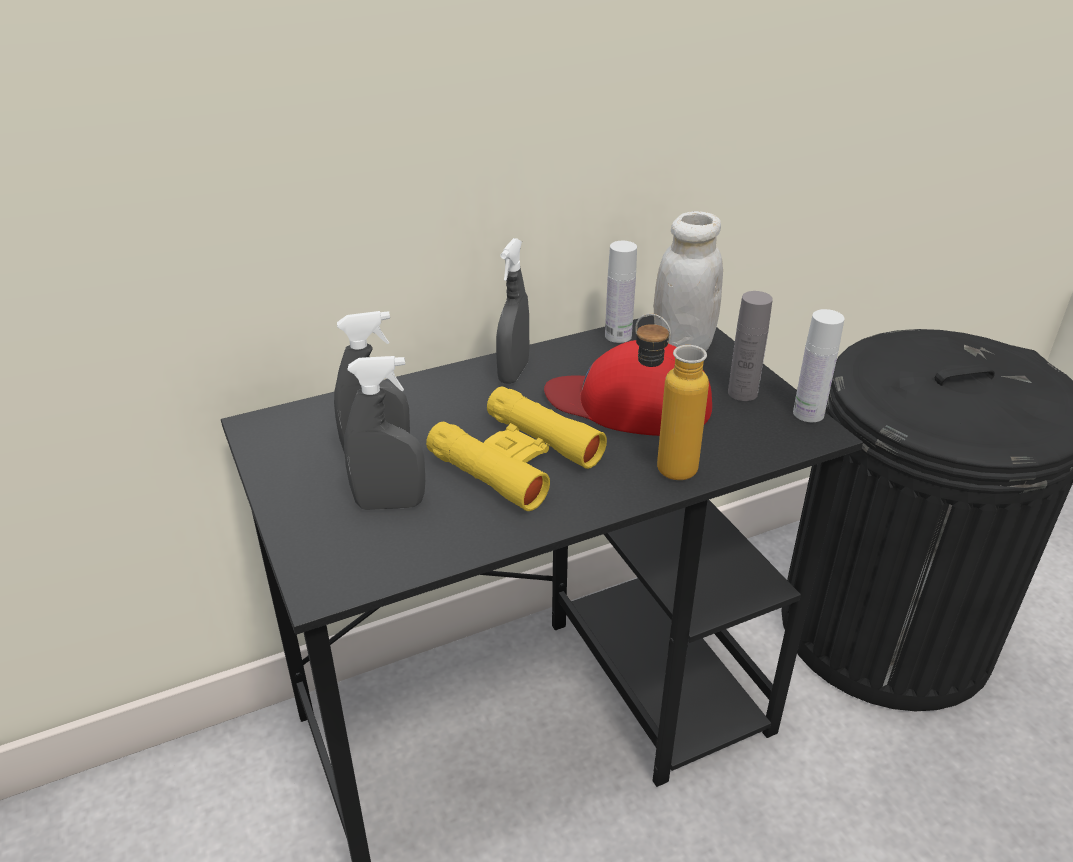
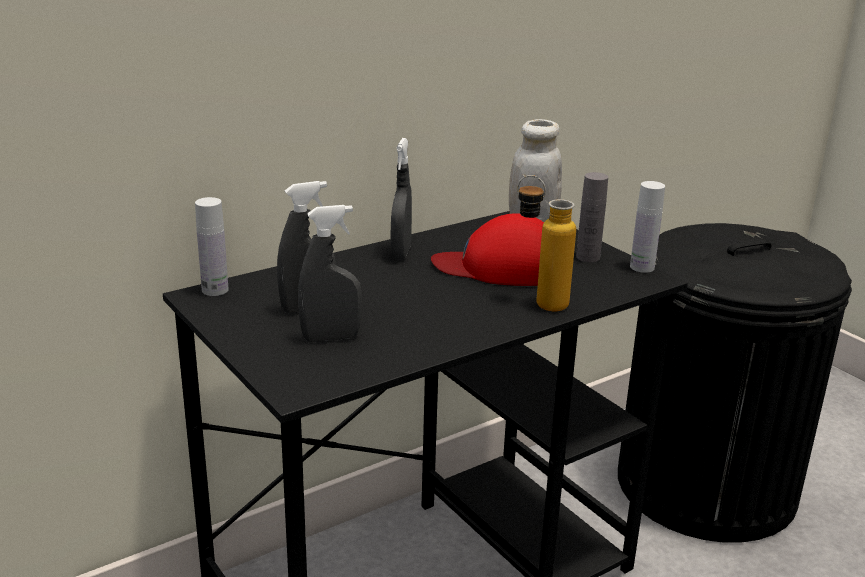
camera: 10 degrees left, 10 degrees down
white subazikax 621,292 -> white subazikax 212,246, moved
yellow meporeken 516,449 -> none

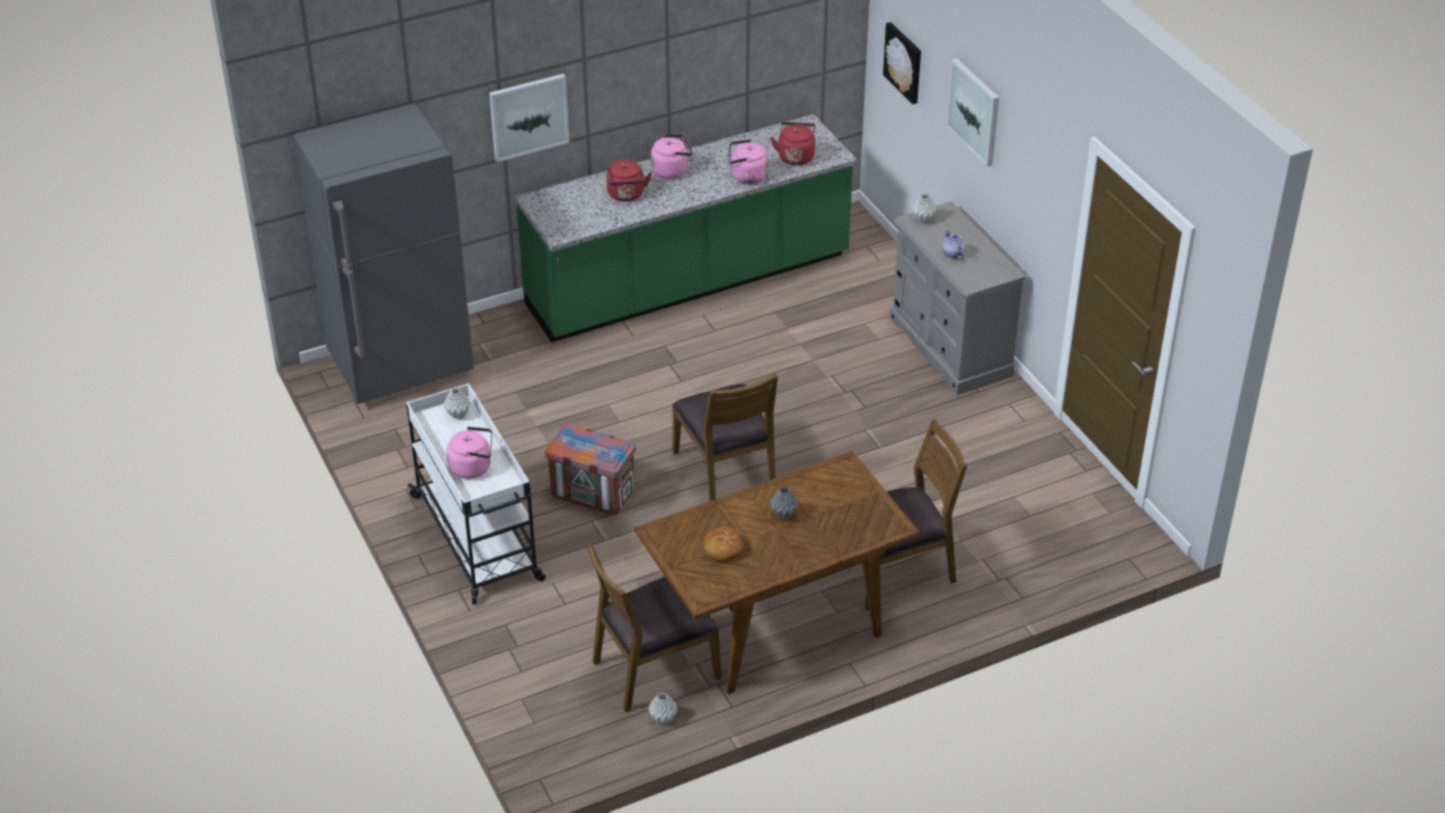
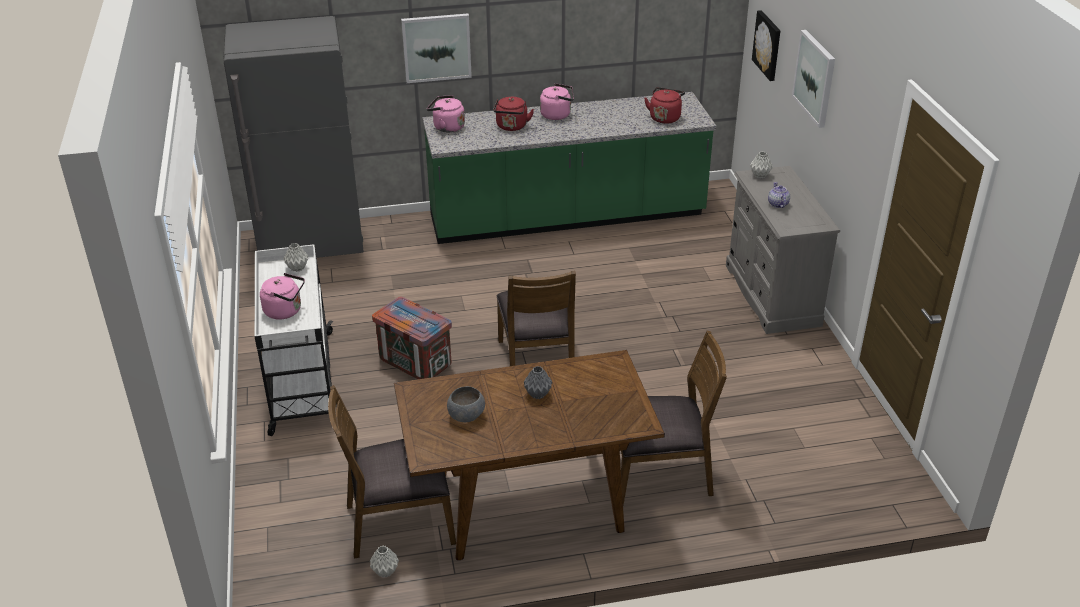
camera: 15 degrees right, 5 degrees down
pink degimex 748,161 -> pink degimex 446,114, moved
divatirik 723,544 -> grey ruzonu 466,404

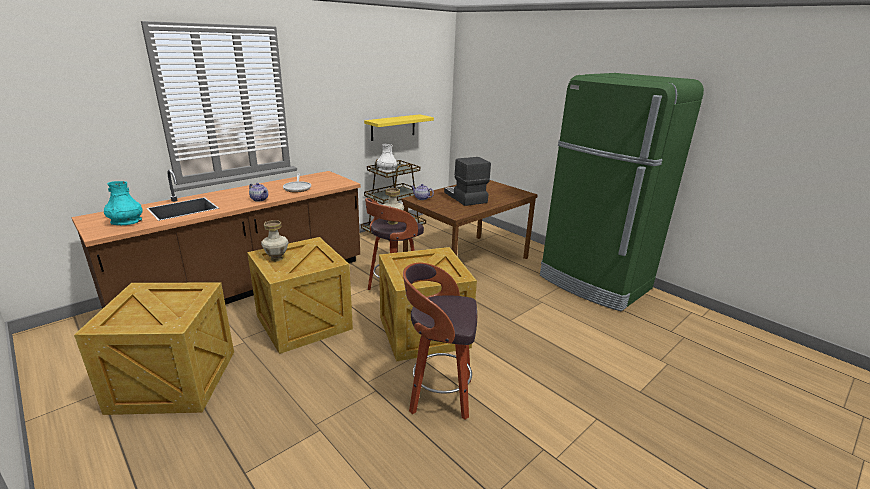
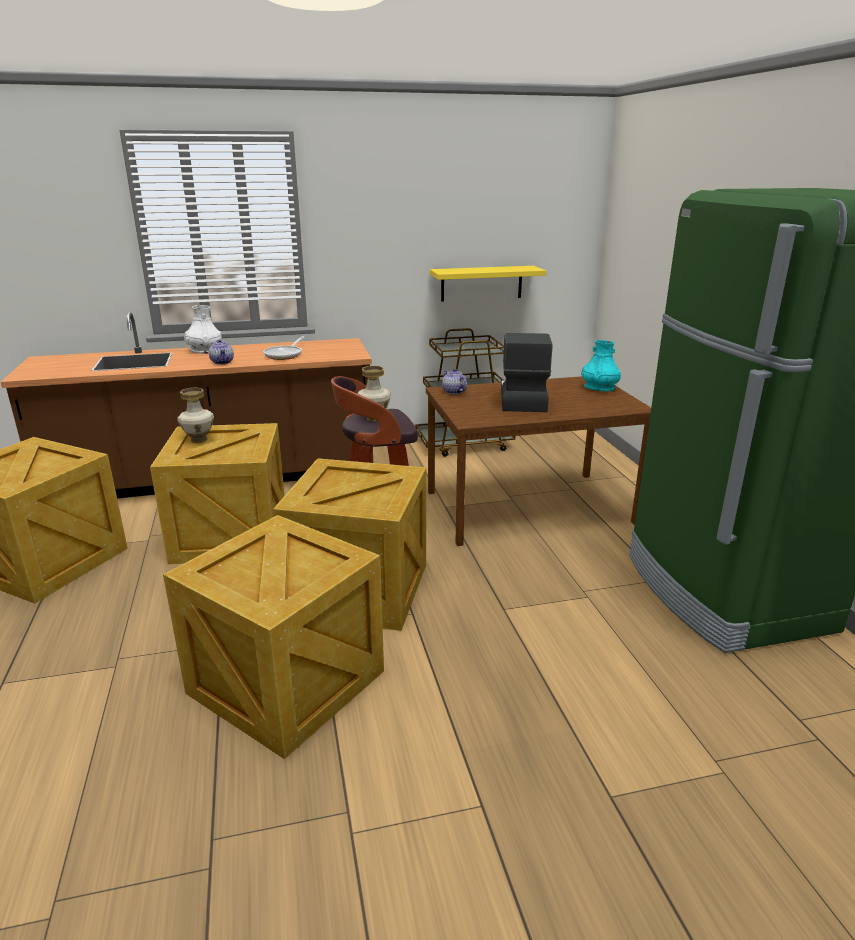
camera: 30 degrees right, 0 degrees up
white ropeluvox 386,158 -> white ropeluvox 203,329, moved
turquoise ropeluvox 123,203 -> turquoise ropeluvox 601,365, moved
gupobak 440,341 -> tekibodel 273,637

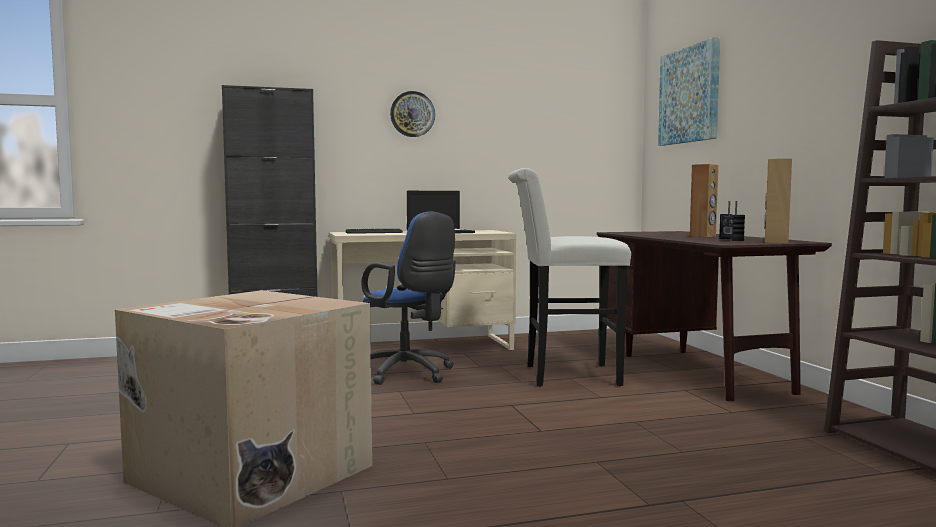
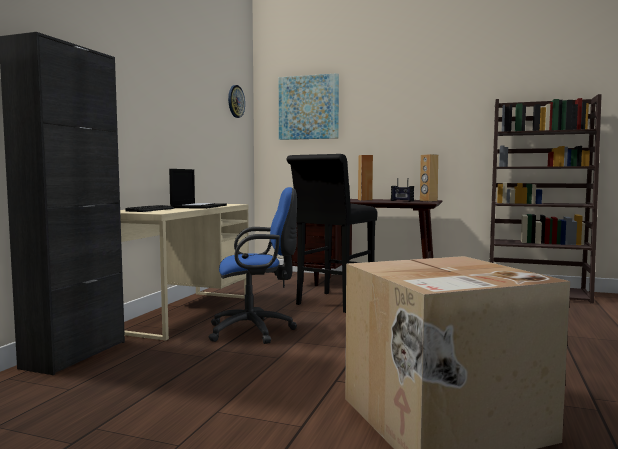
camera: 55 degrees left, 0 degrees up
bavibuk 412,114 -> bavibuk 236,101, moved
white gupobak 569,277 -> black gupobak 332,233

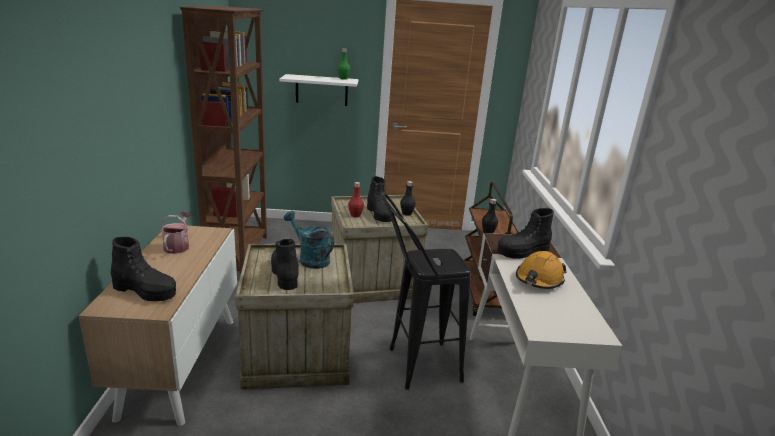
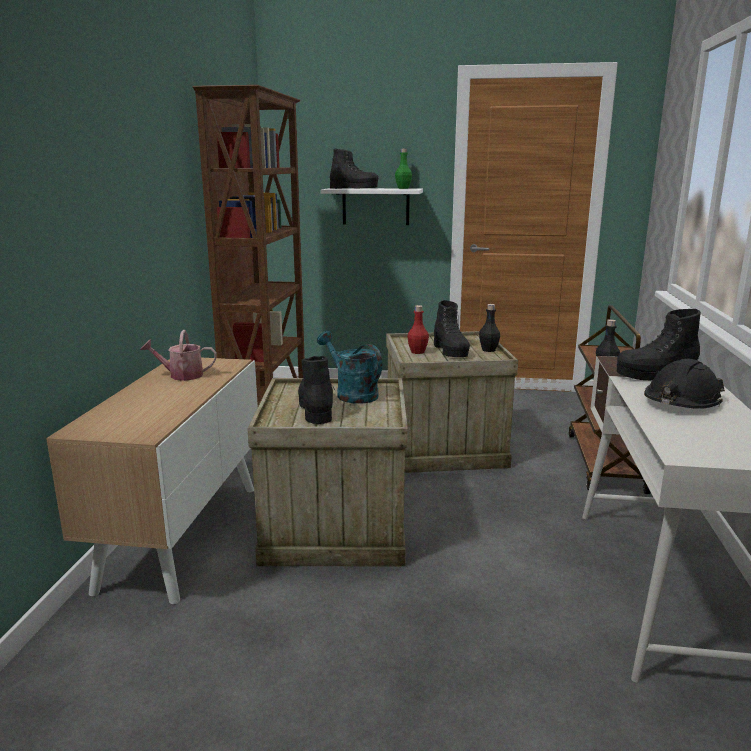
camera: 10 degrees right, 5 degrees down
black gupobak 426,291 -> none
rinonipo 175,233 -> rinonipo 178,355, 105 degrees counterclockwise
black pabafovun 143,269 -> black pabafovun 354,169, moved
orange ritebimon 541,270 -> black ritebimon 684,384

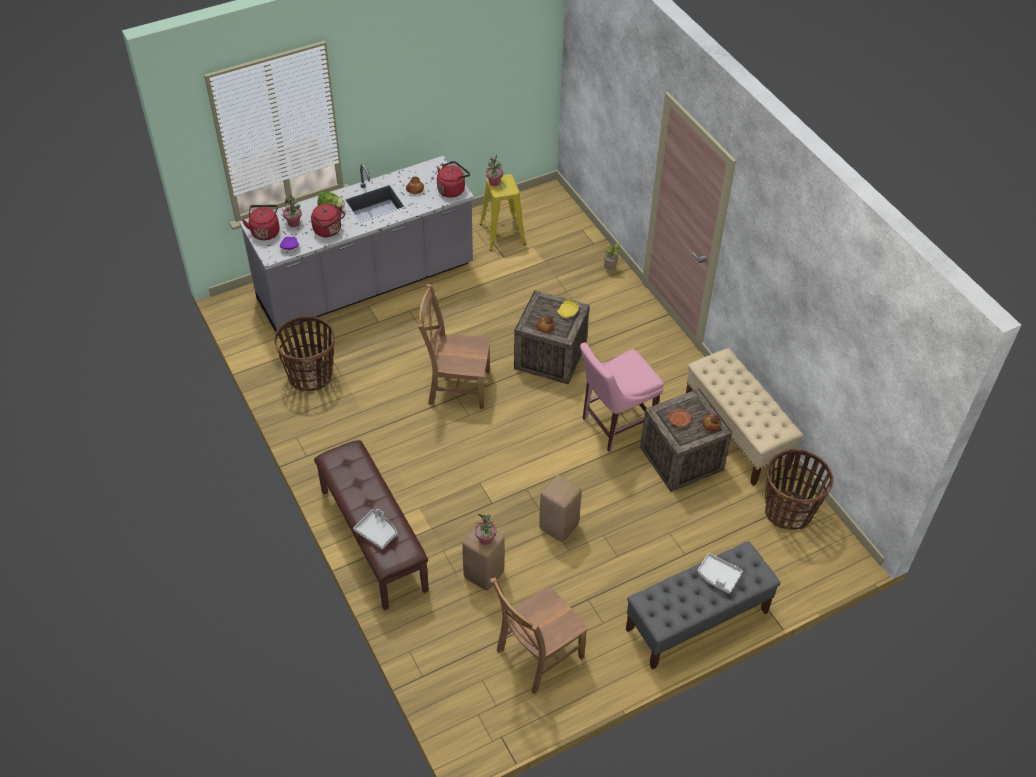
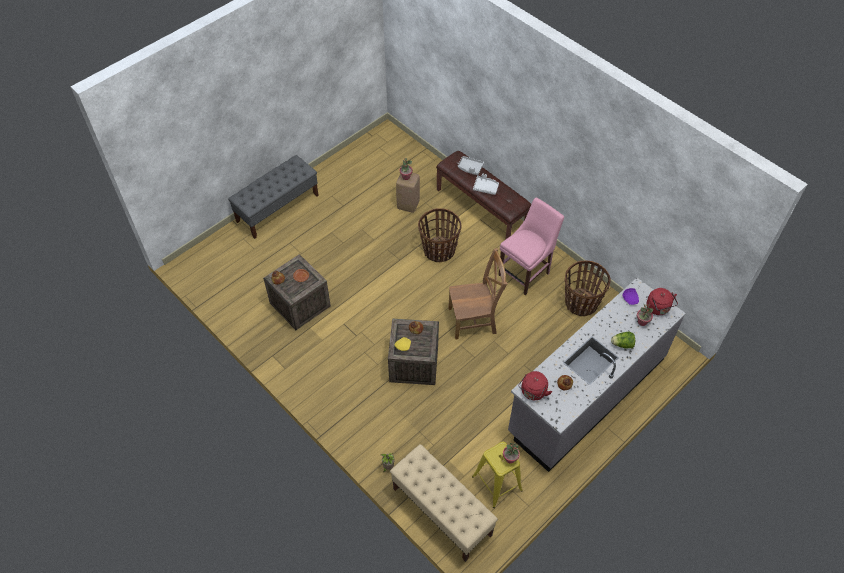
camera: 165 degrees right, 5 degrees up
red degimex 328,220 -> none
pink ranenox 622,397 -> pink ranenox 531,246, moved
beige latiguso 744,417 -> beige latiguso 444,503, moved
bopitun 799,489 -> bopitun 439,235, moved
beige gupobak 560,508 -> none
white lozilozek 720,573 -> white lozilozek 486,184, moved
brown ranenox 539,635 -> none

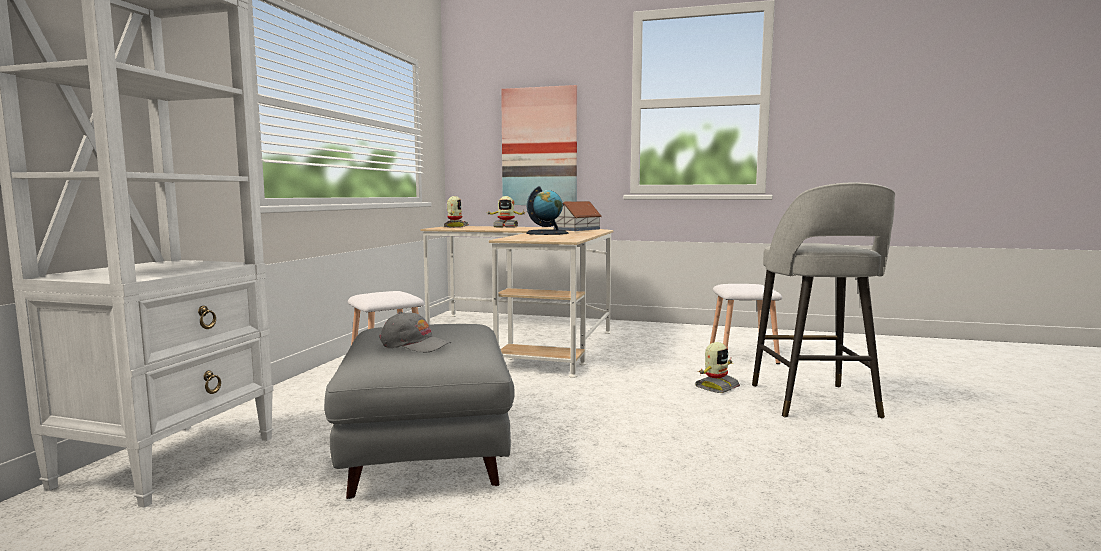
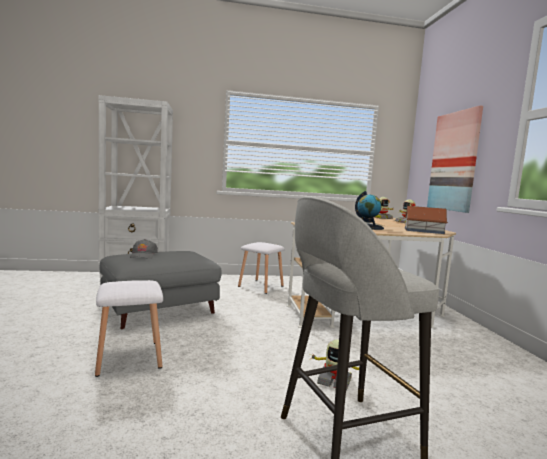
camera: 65 degrees right, 0 degrees up
white gupobak 746,324 -> white gupobak 129,328, moved

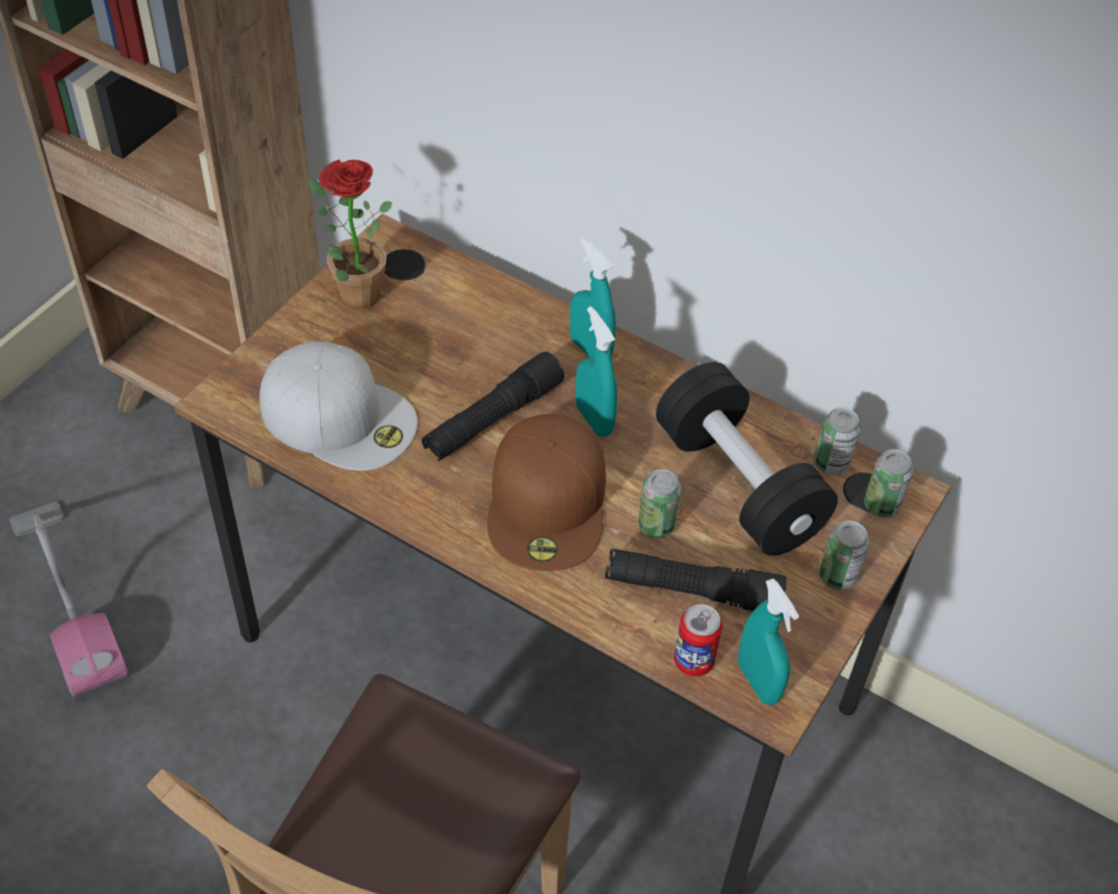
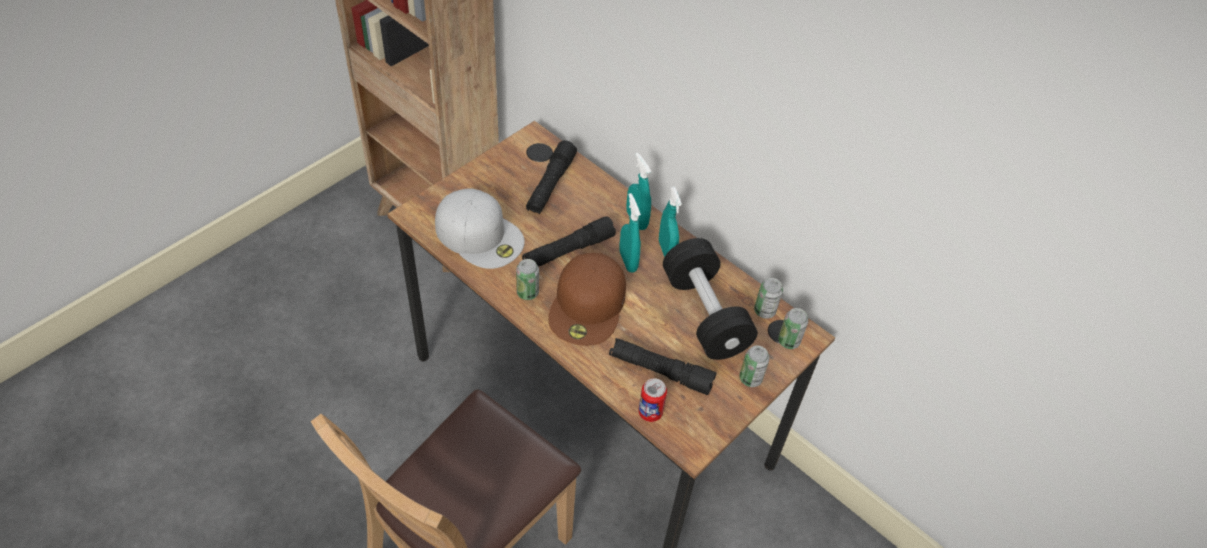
camera: 10 degrees right, 0 degrees up
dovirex 350,234 -> none
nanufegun 659,503 -> nanufegun 527,279, moved
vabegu 69,600 -> none
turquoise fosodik 768,641 -> turquoise fosodik 670,222, moved
none -> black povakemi 551,177

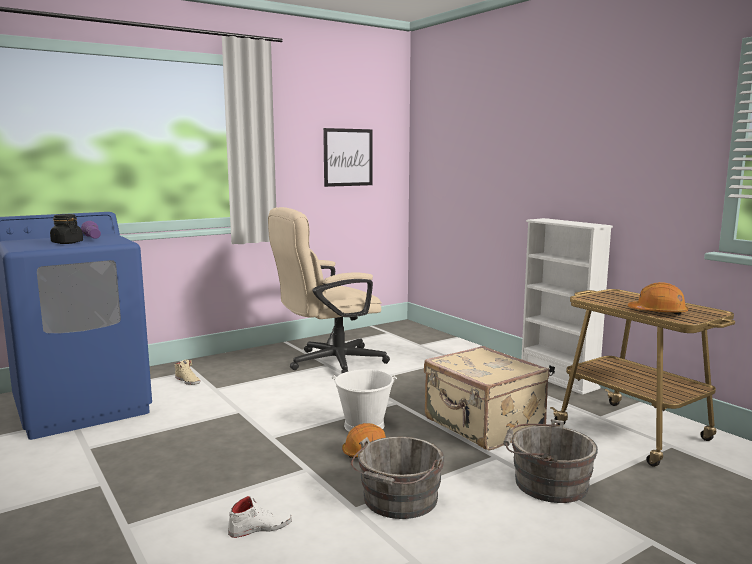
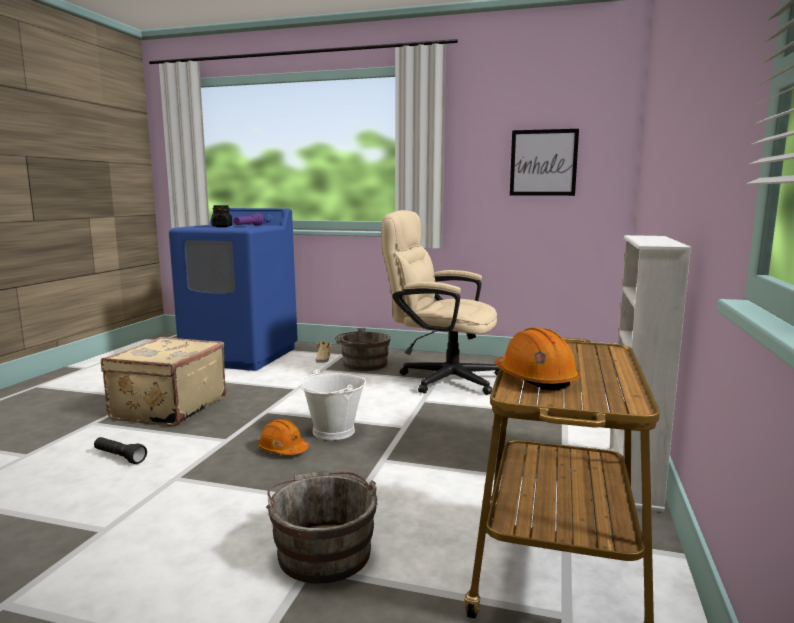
camera: 50 degrees right, 0 degrees up
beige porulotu 486,398 -> beige porulotu 163,381, moved
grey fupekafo 397,477 -> grey fupekafo 362,349, moved
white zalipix 260,516 -> black povakemi 120,450

